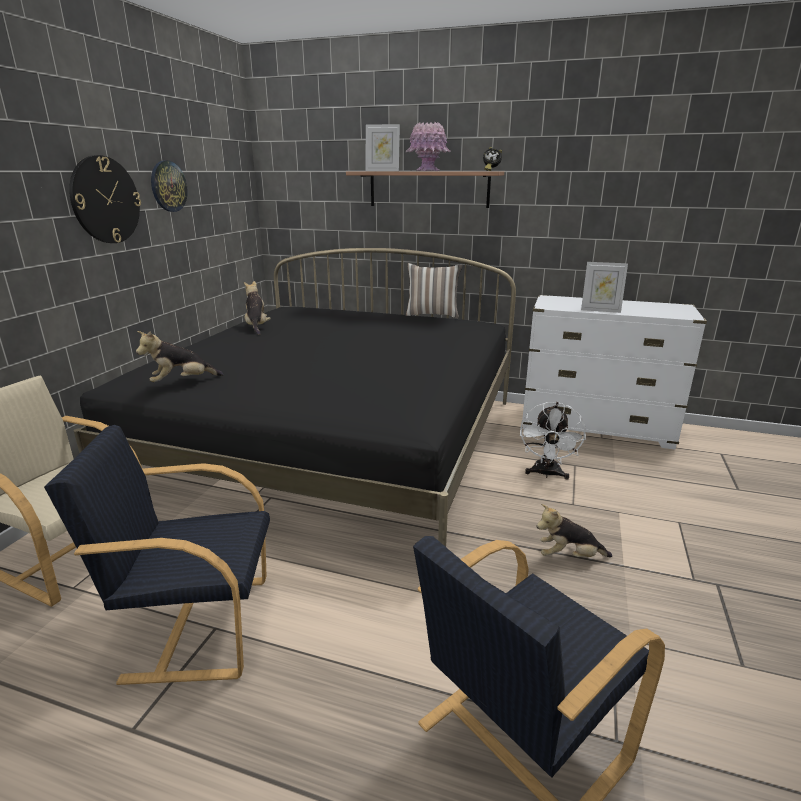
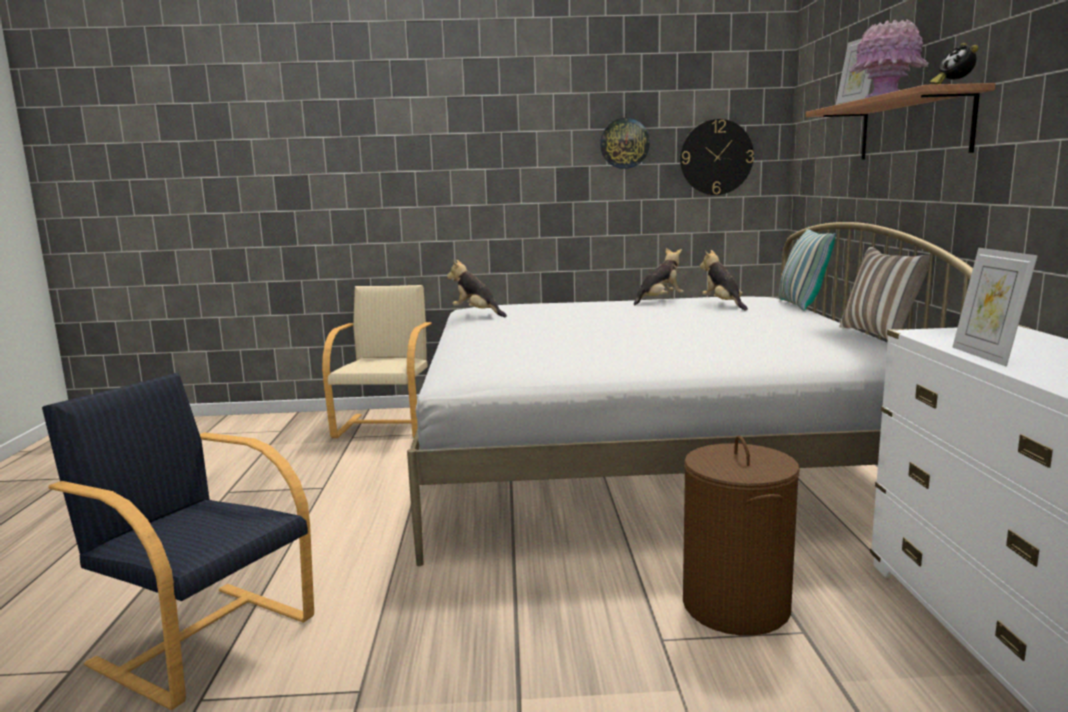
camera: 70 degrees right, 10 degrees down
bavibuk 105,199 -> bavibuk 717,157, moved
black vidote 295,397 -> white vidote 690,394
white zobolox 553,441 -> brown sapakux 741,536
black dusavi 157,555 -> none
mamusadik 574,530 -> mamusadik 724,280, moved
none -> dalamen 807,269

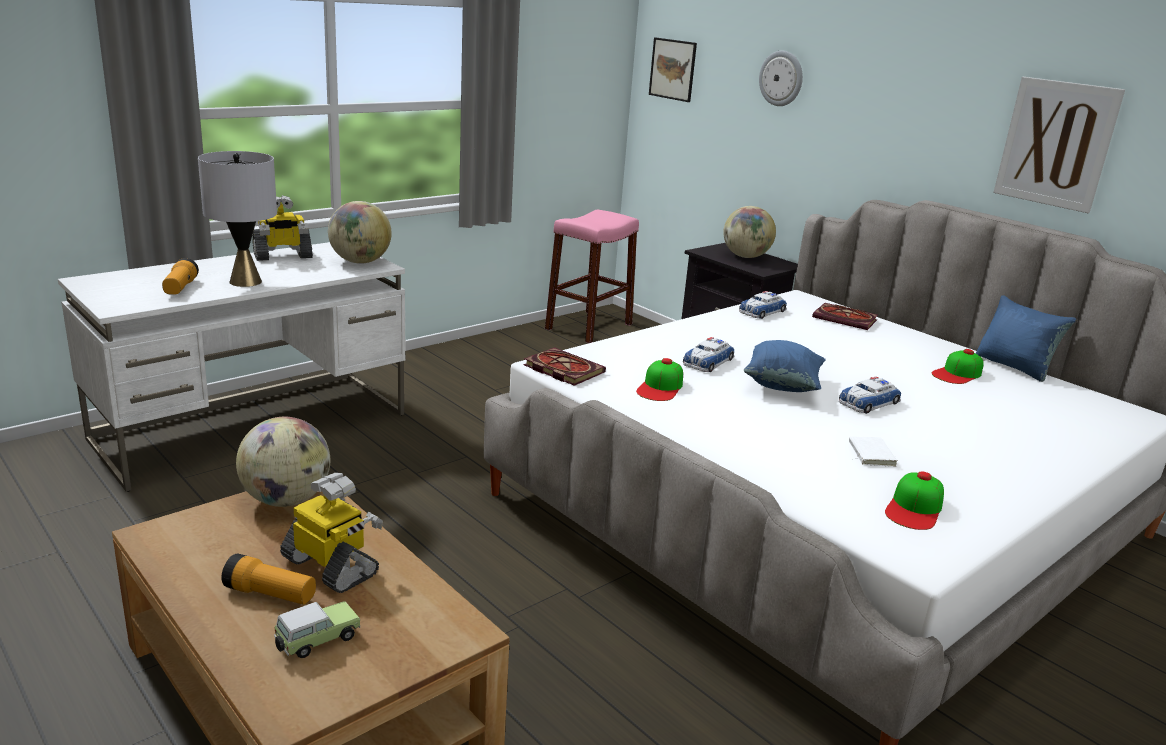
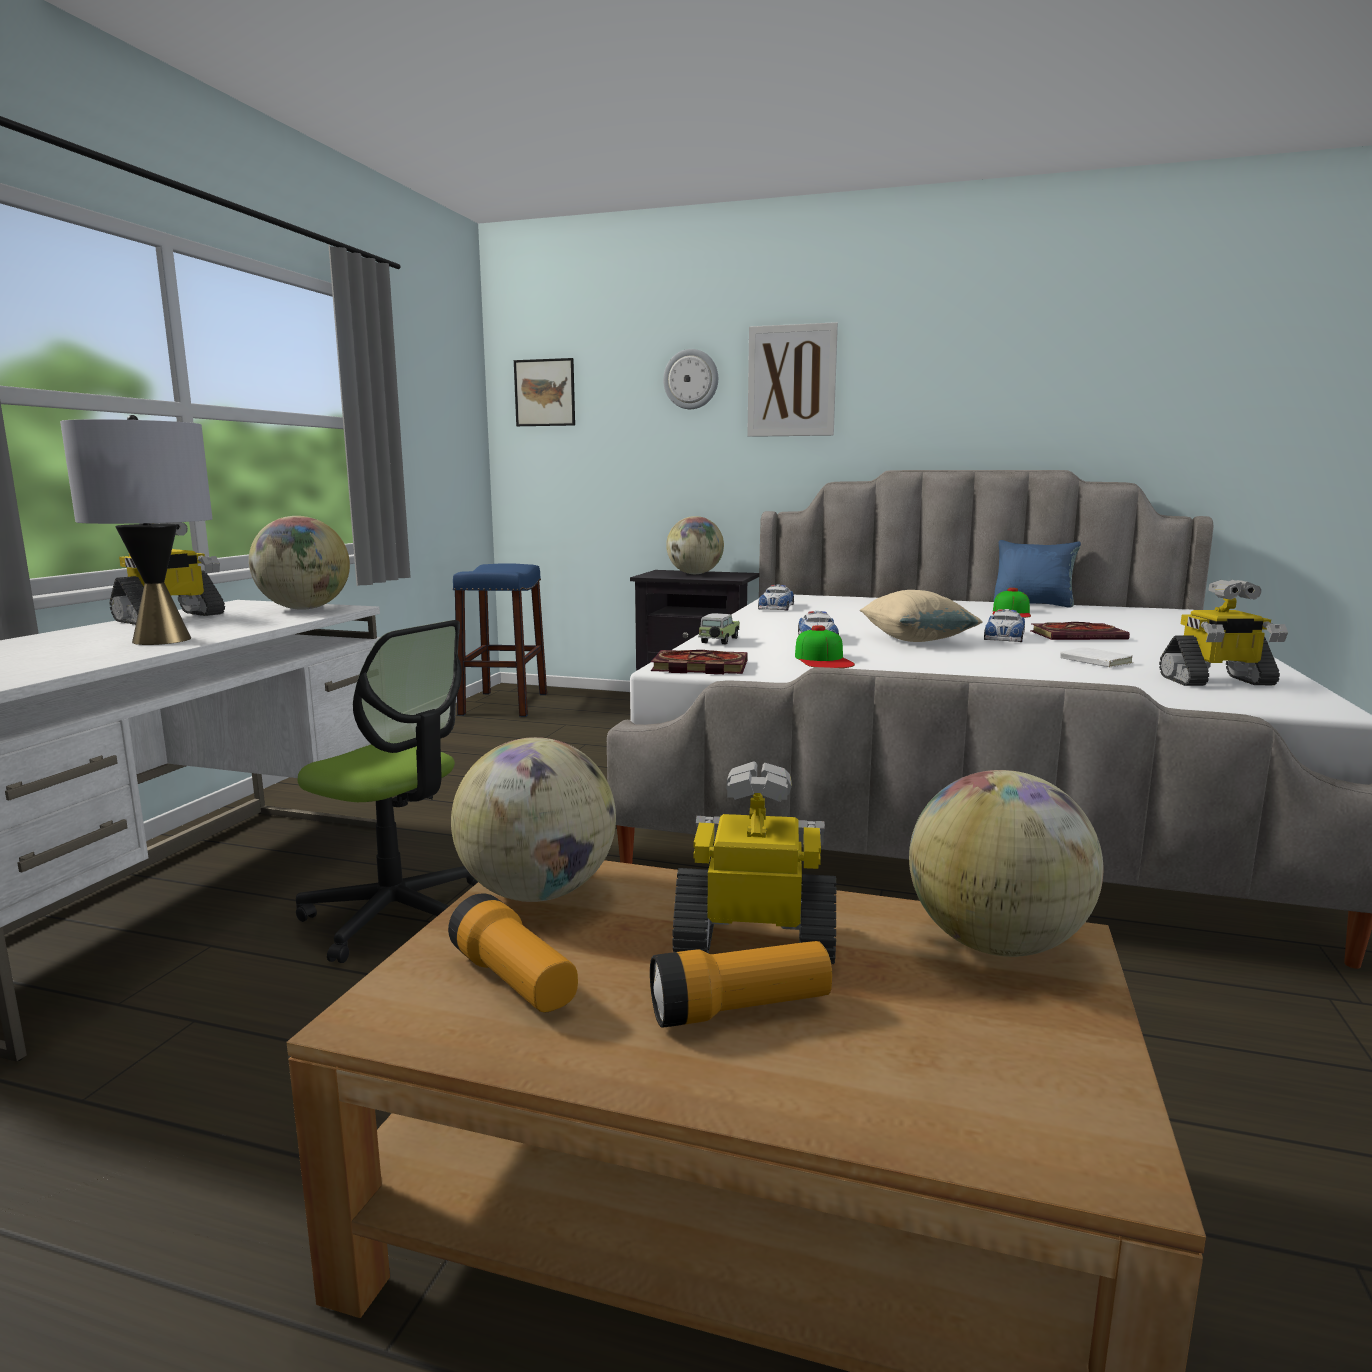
camera: 30 degrees left, 10 degrees down
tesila 1059,145 -> tesila 792,379, moved
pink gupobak 592,276 -> blue gupobak 500,640
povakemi 180,276 -> povakemi 513,953, moved
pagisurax 845,316 -> pagisurax 1080,631, moved
blue dalamen 785,366 -> beige dalamen 921,616
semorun 914,500 -> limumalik 1223,633
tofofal 317,629 -> tofofal 719,629, moved
none -> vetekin 387,791
none -> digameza 1006,863

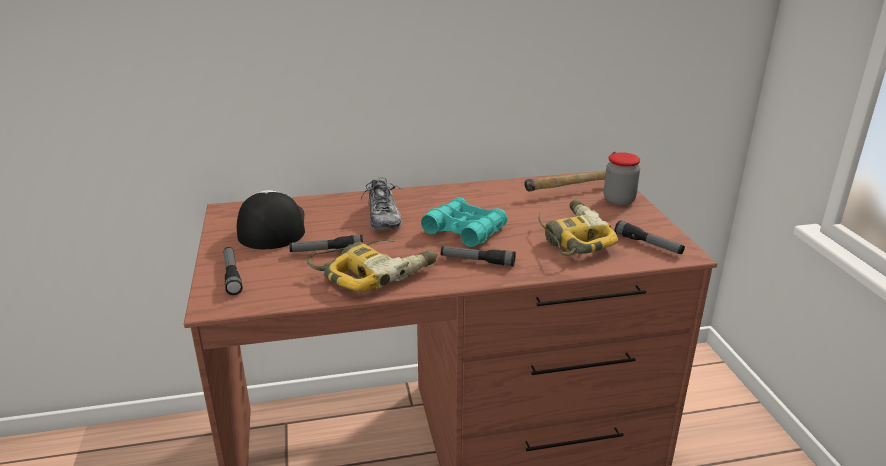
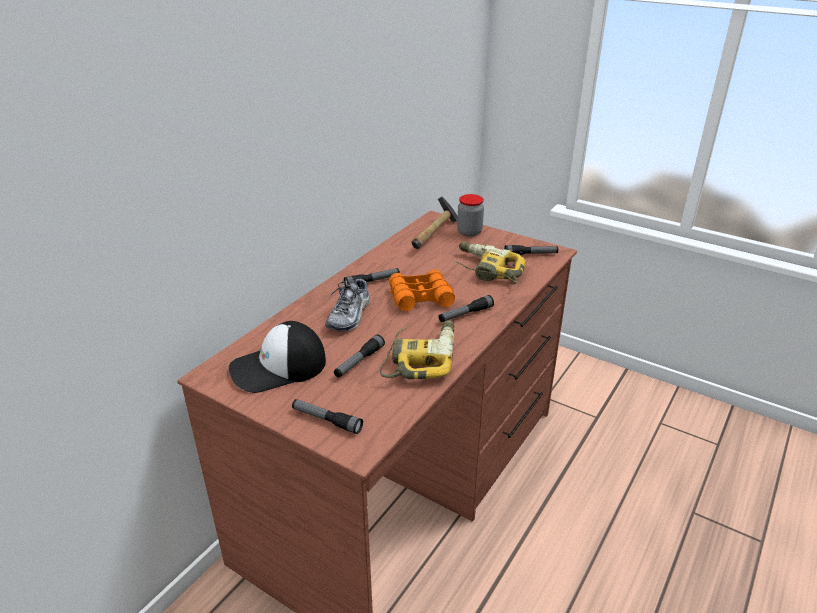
camera: 45 degrees left, 5 degrees up
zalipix 382,204 -> zalipix 347,304, 75 degrees clockwise
semorun 271,219 -> semorun 277,357, 60 degrees counterclockwise
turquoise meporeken 464,222 -> orange meporeken 422,290
none -> povakemi 372,276

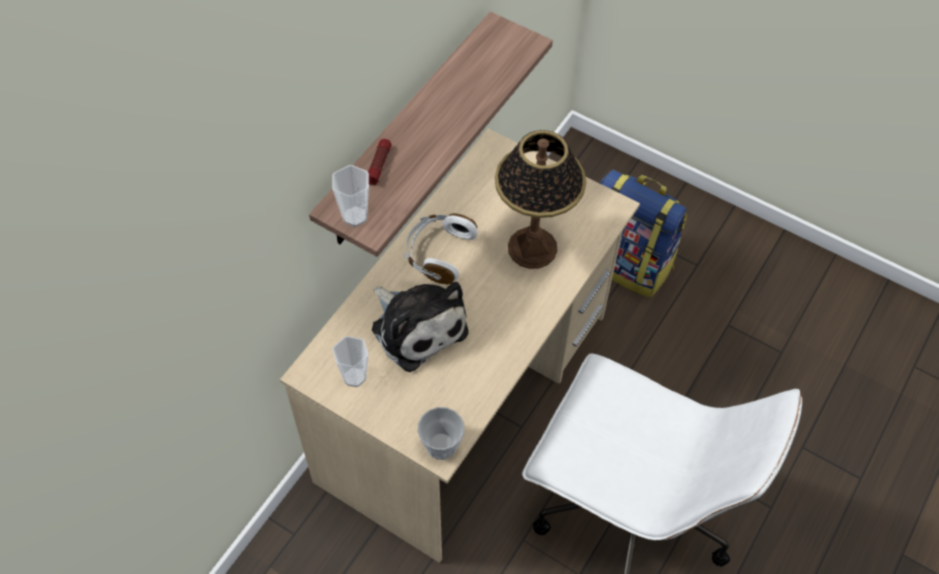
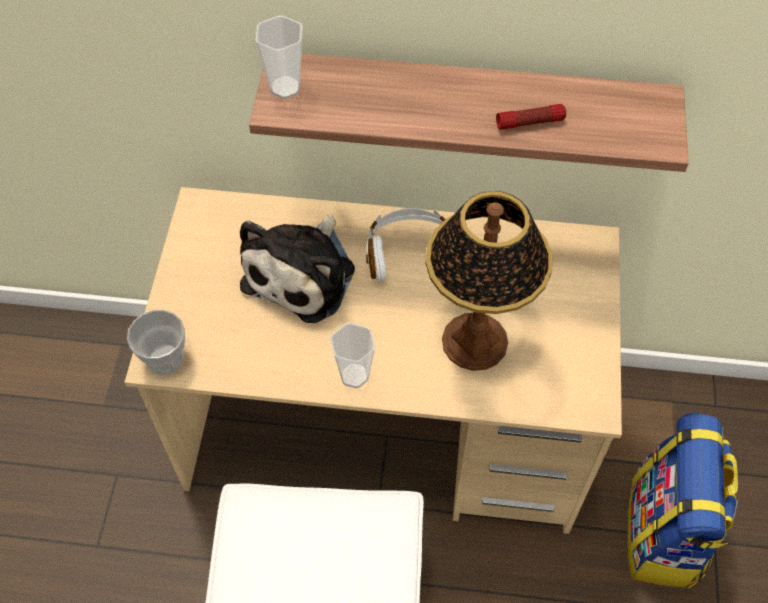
camera: 65 degrees right, 0 degrees up
povakemi 379,162 -> povakemi 531,117, moved
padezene 350,361 -> padezene 353,355, moved

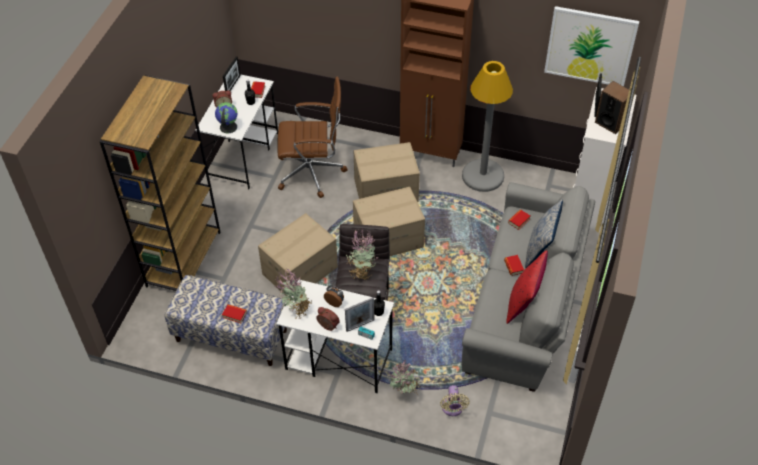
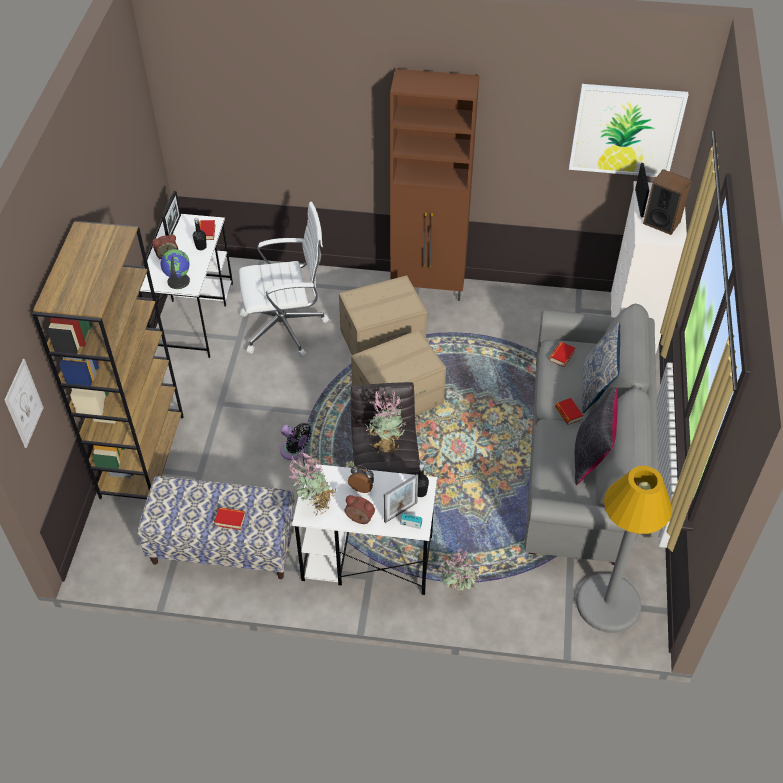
camera: 10 degrees left, 0 degrees up
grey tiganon 487,126 -> grey tiganon 624,549, moved
brown vetekin 312,137 -> white vetekin 284,280
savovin 298,254 -> black zobolox 296,441
red dalamen 527,287 -> black dalamen 596,436
beige zobolox 454,400 -> none
none -> tesila 24,403

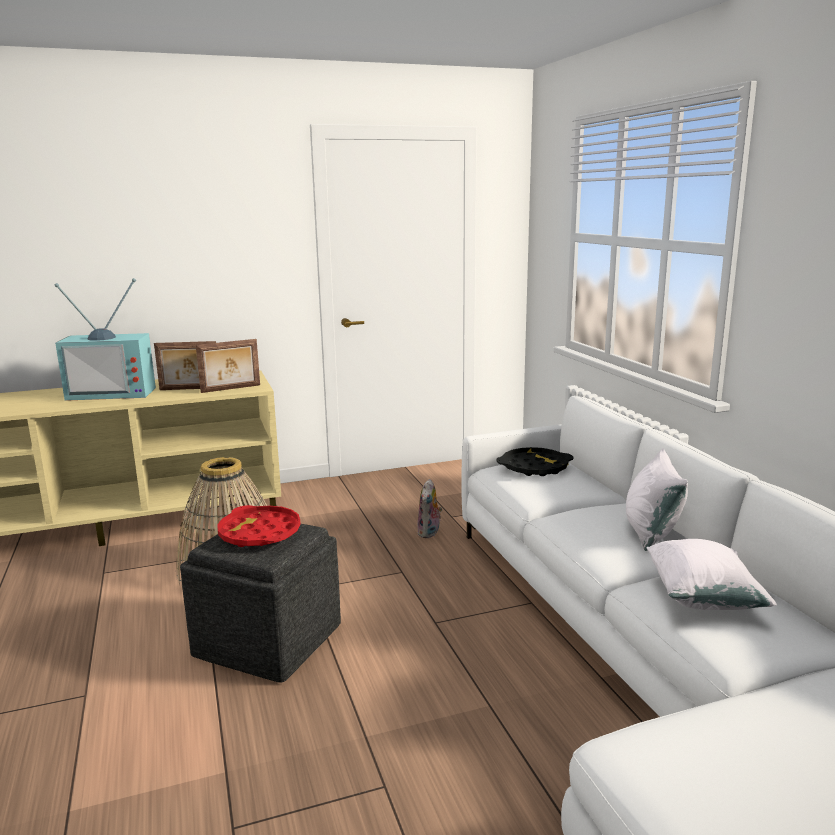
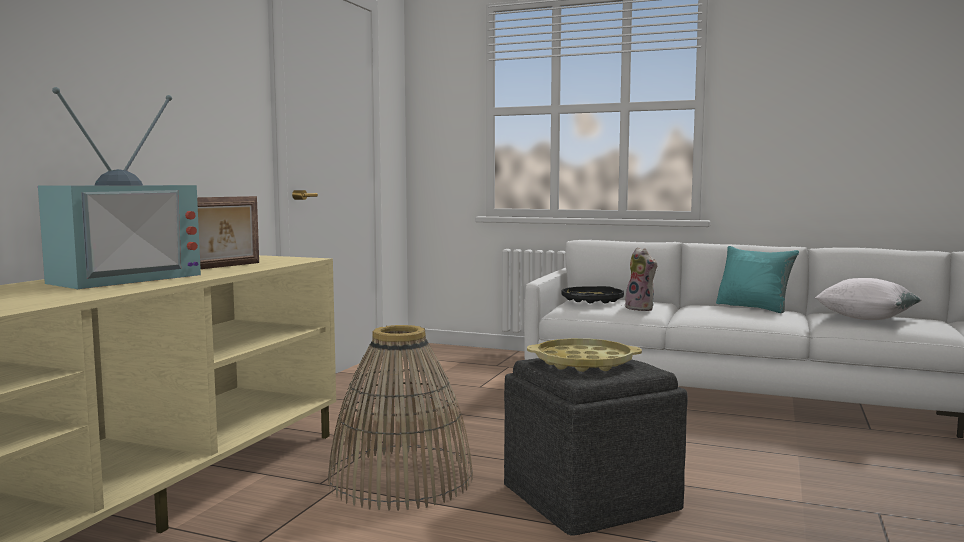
camera: 50 degrees left, 10 degrees down
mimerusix 228,366 -> none
white dalamen 657,499 -> turquoise dalamen 757,279
mamusadik 429,508 -> mamusadik 641,279, moved
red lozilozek 259,526 -> yellow lozilozek 584,355

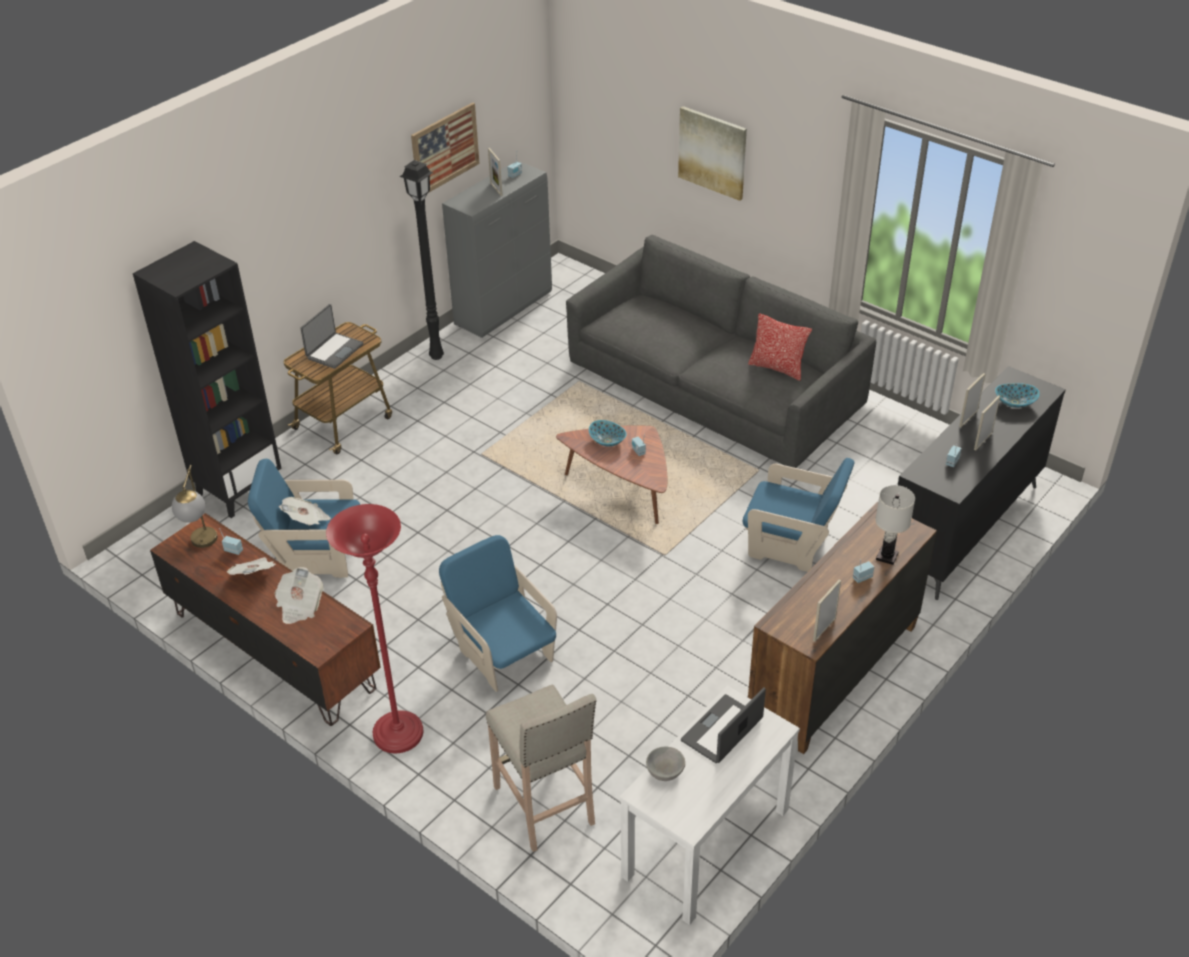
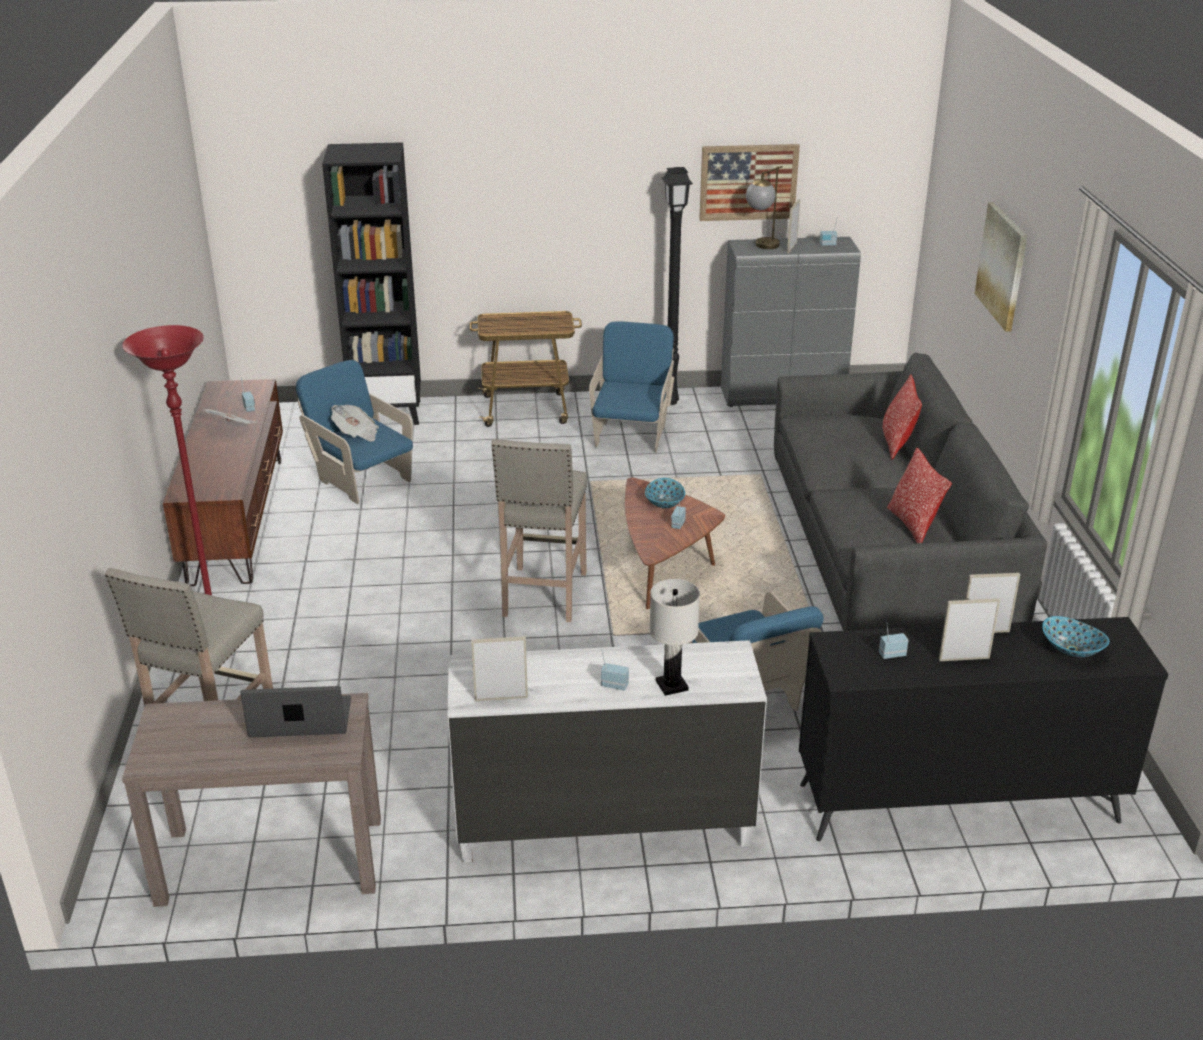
camera: 45 degrees right, 10 degrees down
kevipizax 331,336 -> none
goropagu 194,506 -> goropagu 764,207, moved
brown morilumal 842,628 -> white morilumal 607,751
blue dusavi 498,613 -> blue dusavi 631,387, moved
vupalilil 299,595 -> none
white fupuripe 710,805 -> brown fupuripe 251,800
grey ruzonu 665,764 -> none
none -> dalamen 902,417
none -> beige gupobak 539,530

